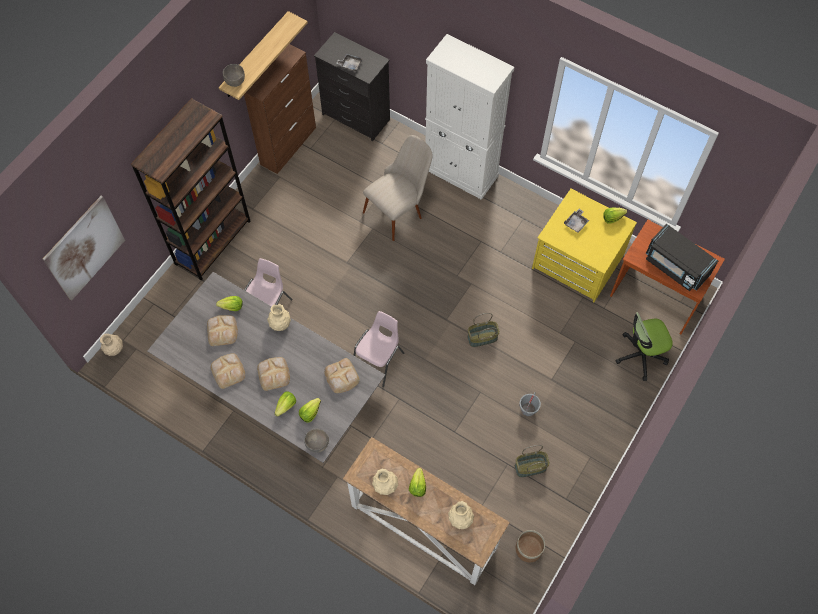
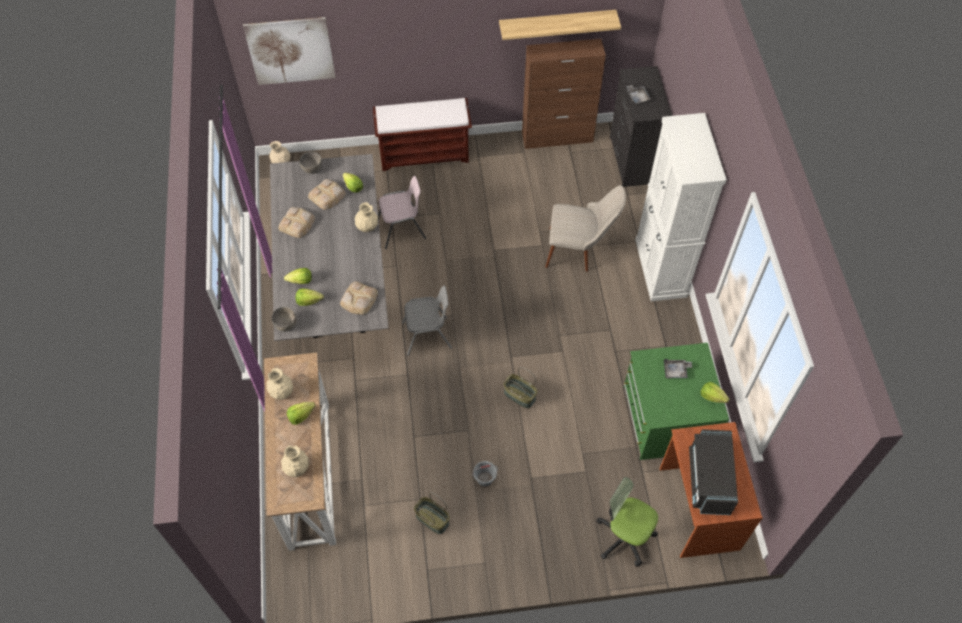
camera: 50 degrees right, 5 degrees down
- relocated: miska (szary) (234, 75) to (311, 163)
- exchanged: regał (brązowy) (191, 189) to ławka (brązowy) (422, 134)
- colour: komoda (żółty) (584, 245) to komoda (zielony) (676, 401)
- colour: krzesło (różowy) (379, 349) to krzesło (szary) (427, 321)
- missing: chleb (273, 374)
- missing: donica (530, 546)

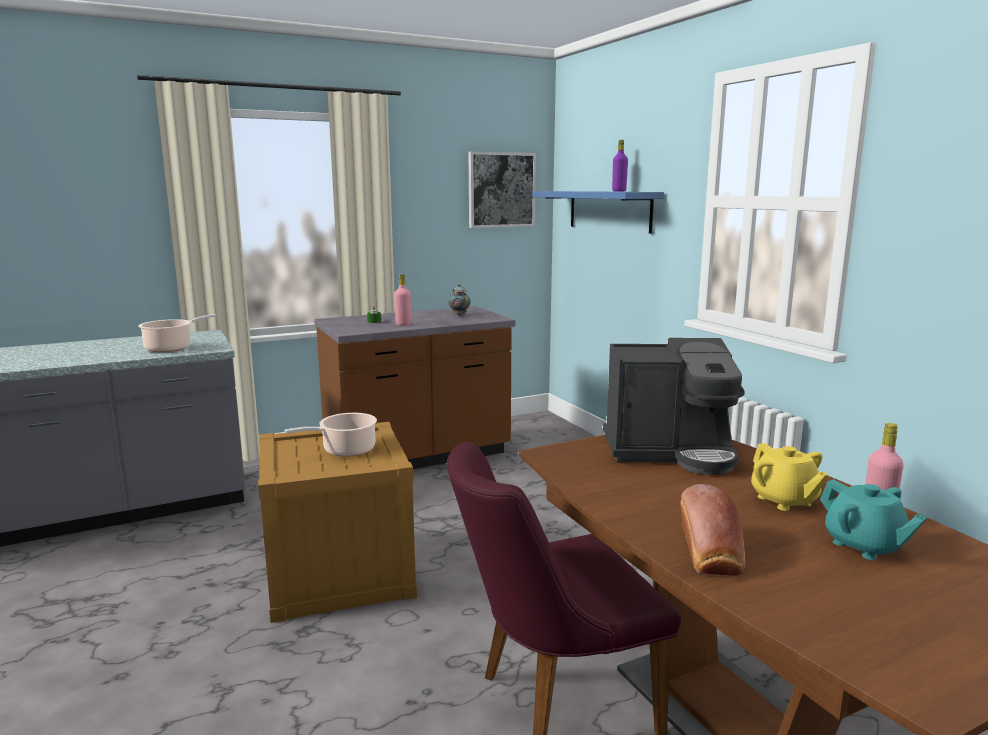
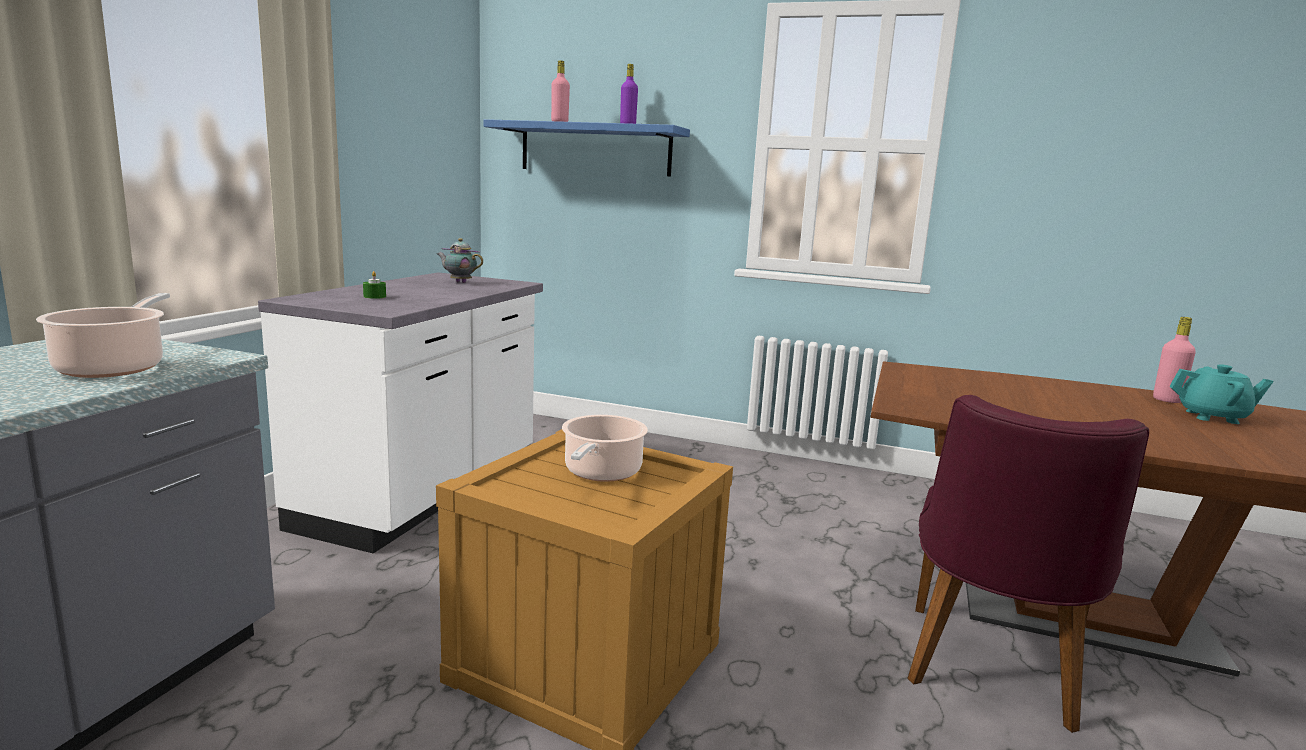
camera: 45 degrees left, 0 degrees up
- missing: obraz (502, 190)
- relocated: butelka (różowy) (402, 300) to (560, 91)
- colour: zabudowa kuchenna (brązowy) (414, 387) to zabudowa kuchenna (biały) (400, 412)
- missing: ekspres do kawy (674, 406)
- missing: imbryk (żółty) (789, 477)
- missing: chleb (712, 530)

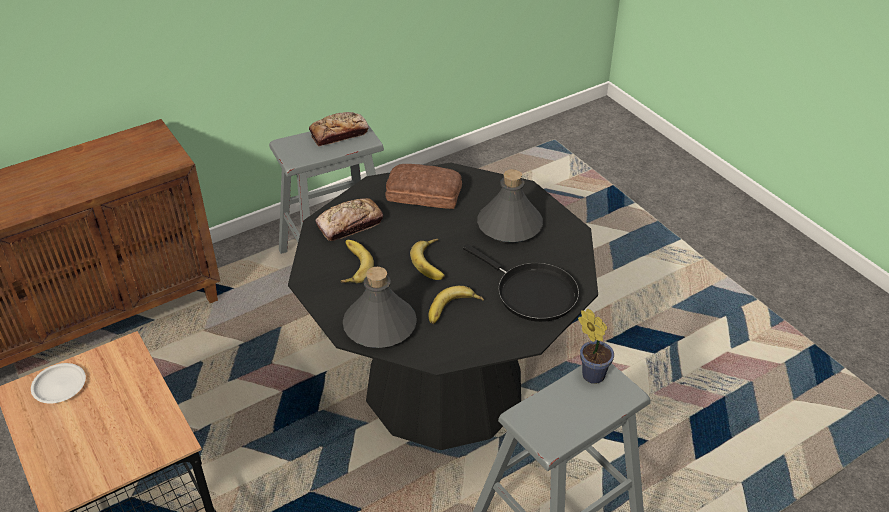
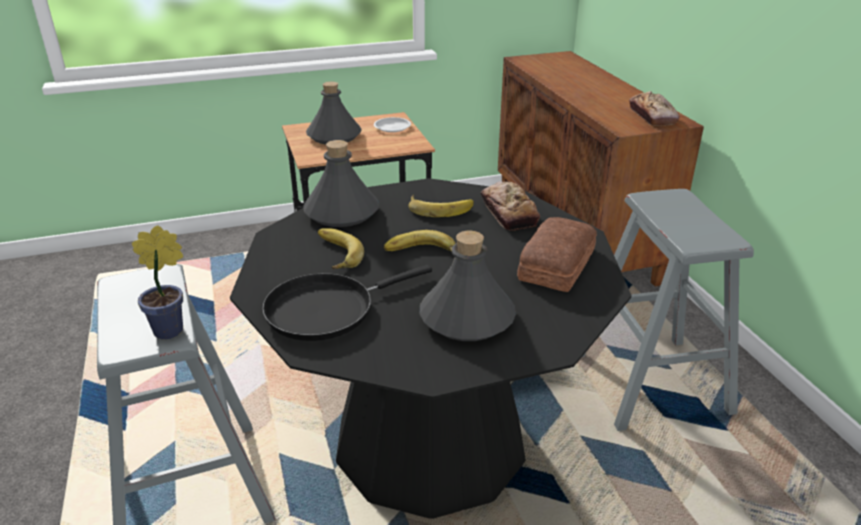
camera: 105 degrees right, 10 degrees down
- relocated: chleb (339, 129) to (654, 108)
- appeared: butelka (szary) (334, 113)

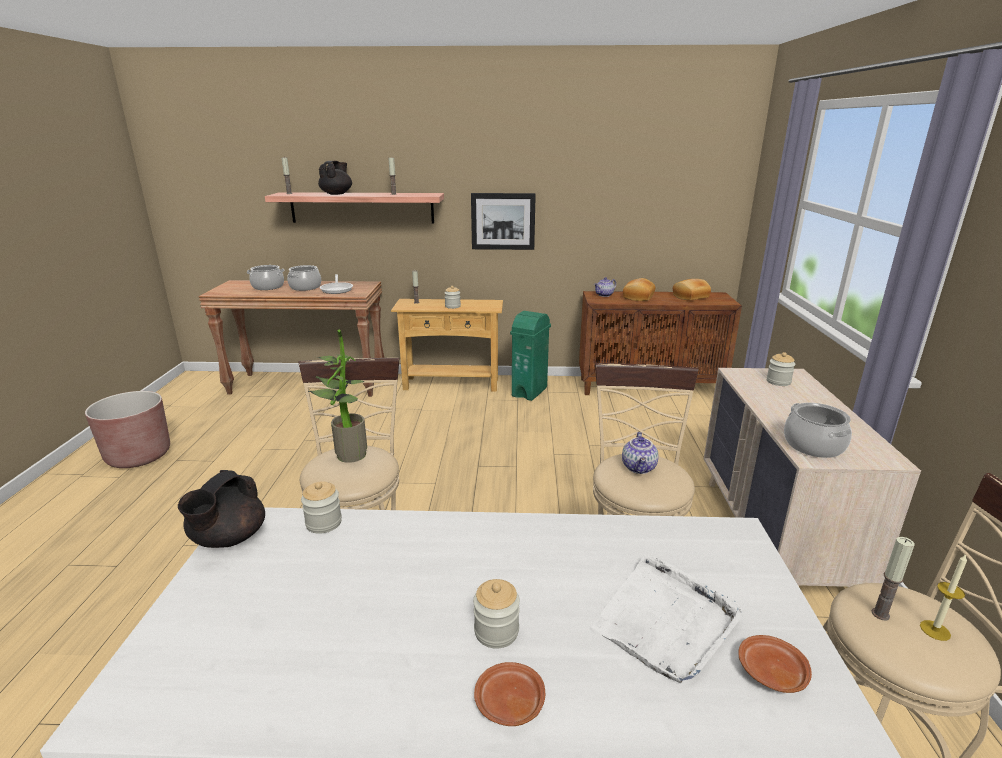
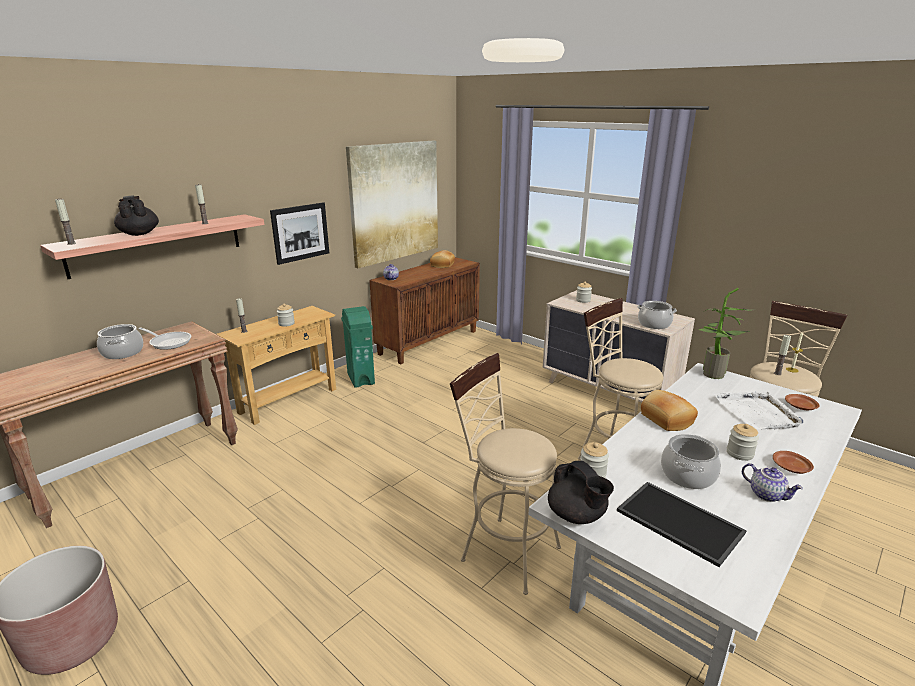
camera: 50 degrees left, 0 degrees up
- relocated: garnek (266, 277) to (691, 461)
- relocated: chleb (639, 289) to (669, 410)
- relocated: roślina doniczkowa (337, 396) to (727, 333)
- relocated: imbryk (640, 453) to (772, 482)
- appeared: obraz (392, 204)
- appeared: taca (682, 524)

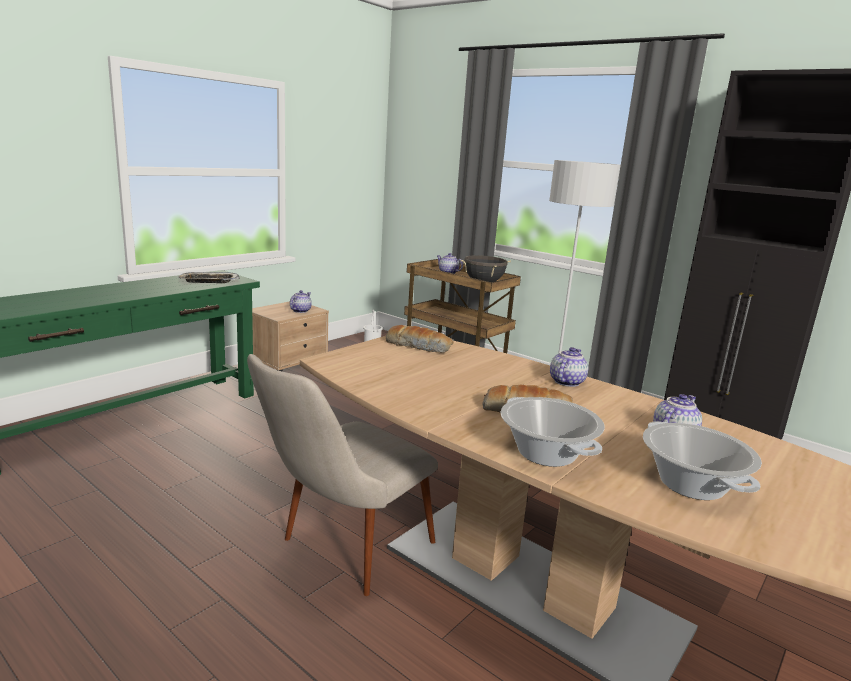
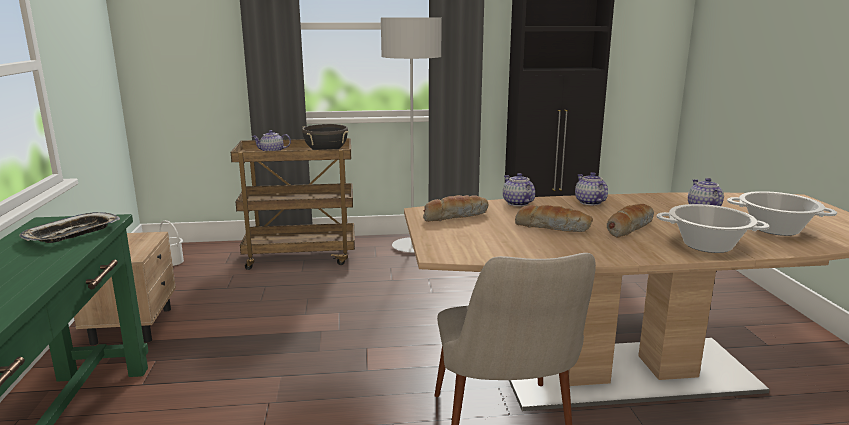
camera: 45 degrees left, 0 degrees up
- relocated: imbryk (301, 301) to (519, 189)
- appeared: chleb (554, 218)

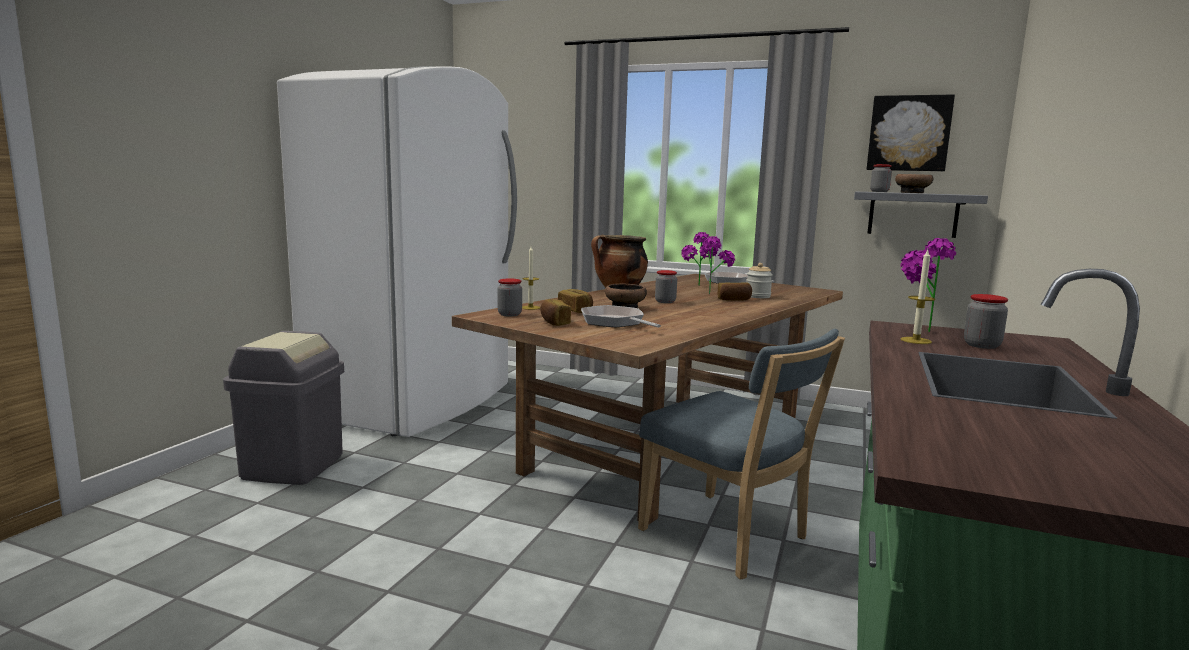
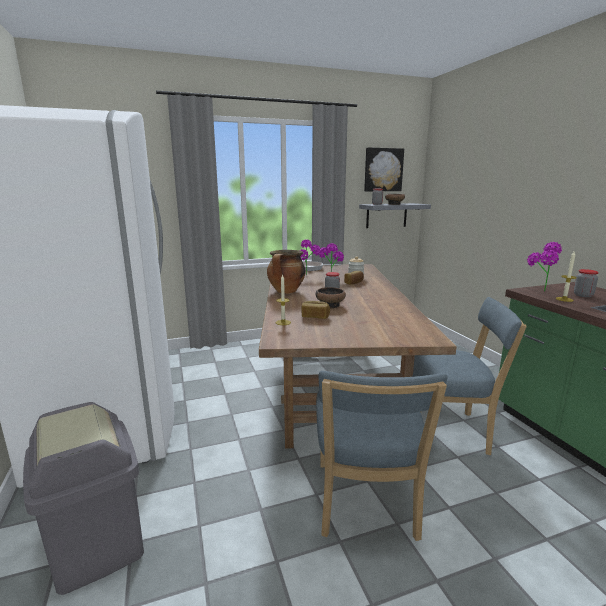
camera: 40 degrees left, 5 degrees up
- missing: słoik (509, 297)
- missing: chleb (555, 312)
- missing: patelnia (621, 316)
- appeared: krzesło (niebieski) (382, 456)

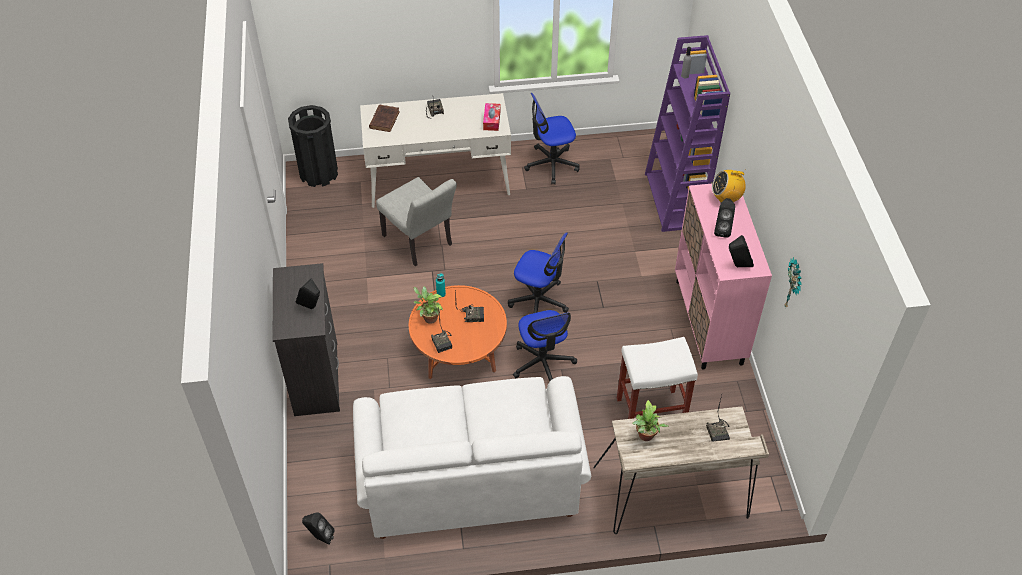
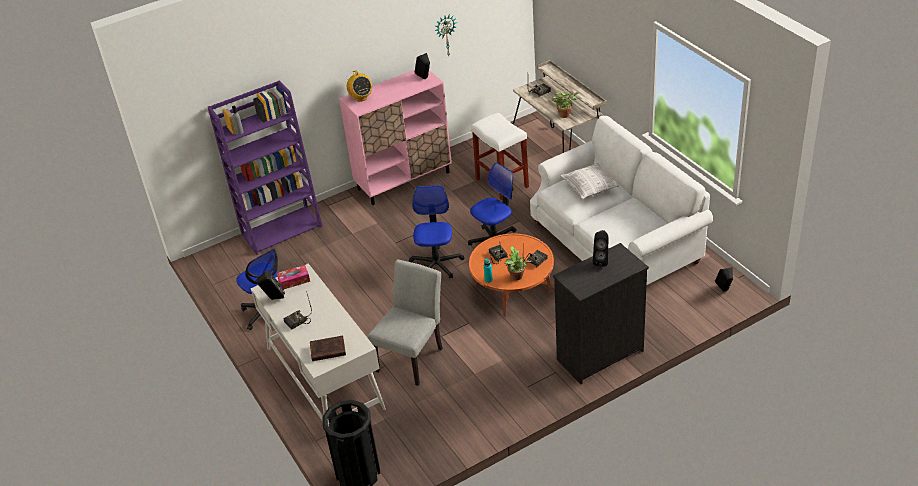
camera: 110 degrees left, 10 degrees down
- relocated: głośnik (czarny) (724, 218) to (271, 285)
- appeared: poduszka (589, 181)

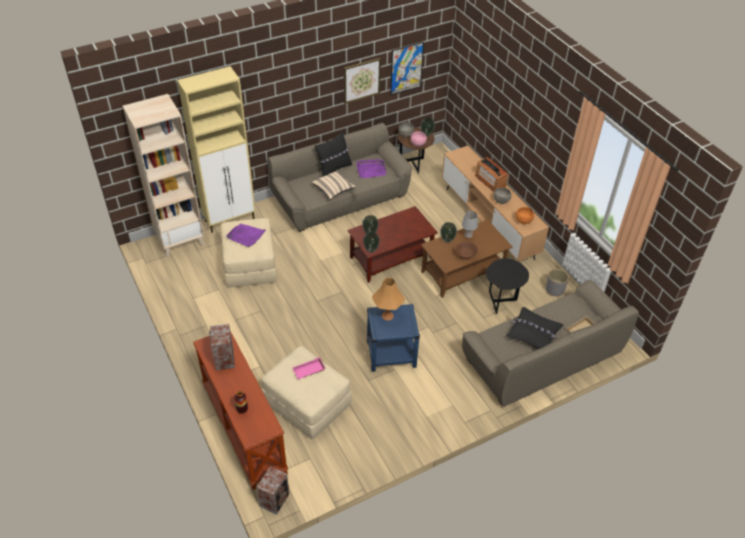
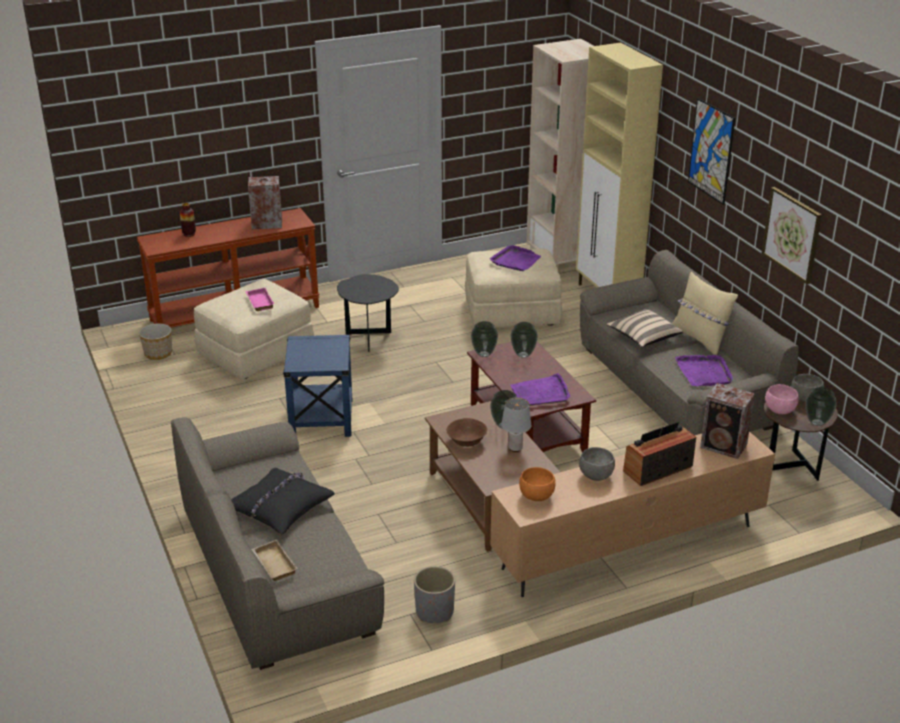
camera: 95 degrees right, 15 degrees down
- relocated: obraz (407, 69) to (711, 151)
- colour: poduszka (czarny) (333, 154) to poduszka (beżowy) (705, 313)
- relocated: stolik (czarny) (507, 286) to (368, 313)
- missing: lampa stołowa (pomarańczowy) (388, 299)
- relocated: głośnik (273, 490) to (727, 421)
- appeared: donica (155, 342)
- appeared: taca (fioletowy) (540, 389)

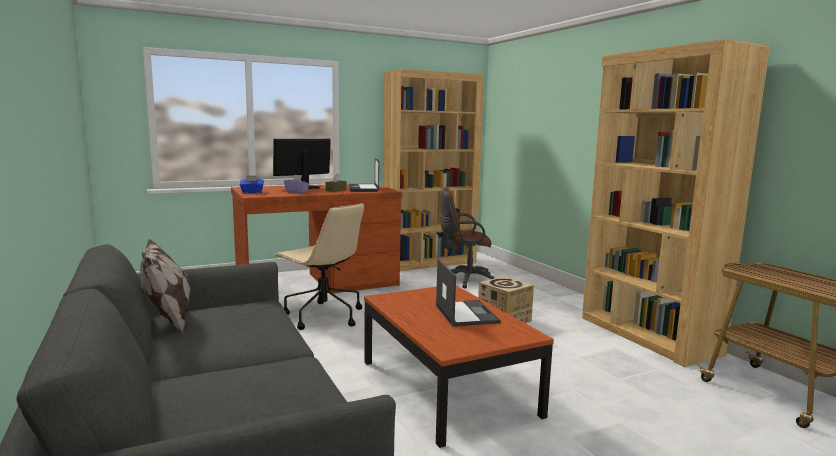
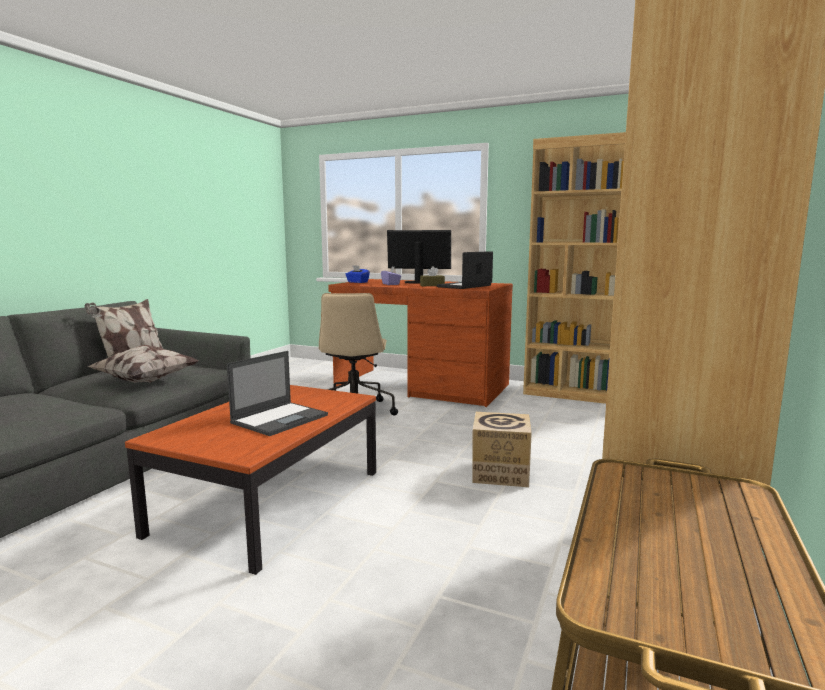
camera: 50 degrees right, 0 degrees up
- missing: krzesło biurowe (brązowy) (468, 238)
- appeared: poduszka (143, 364)

